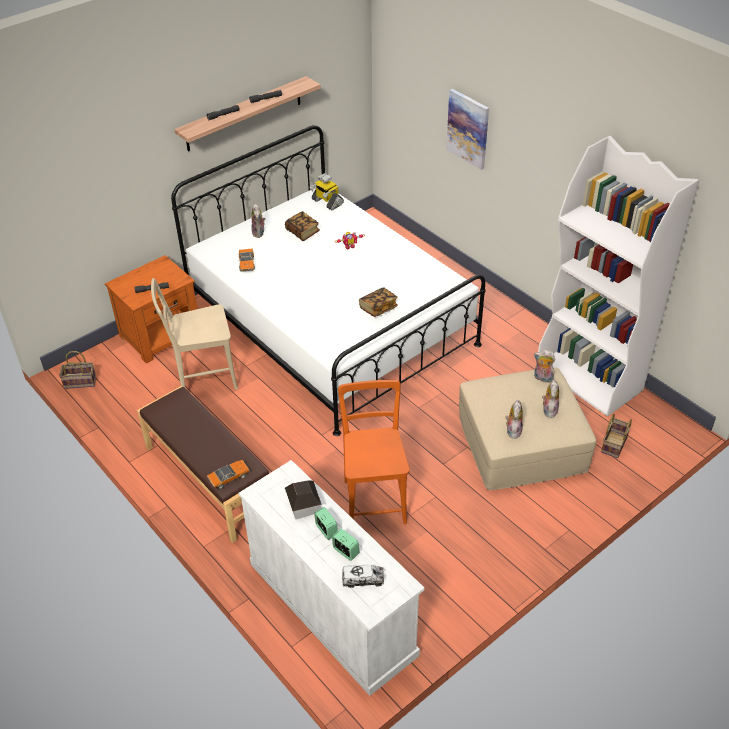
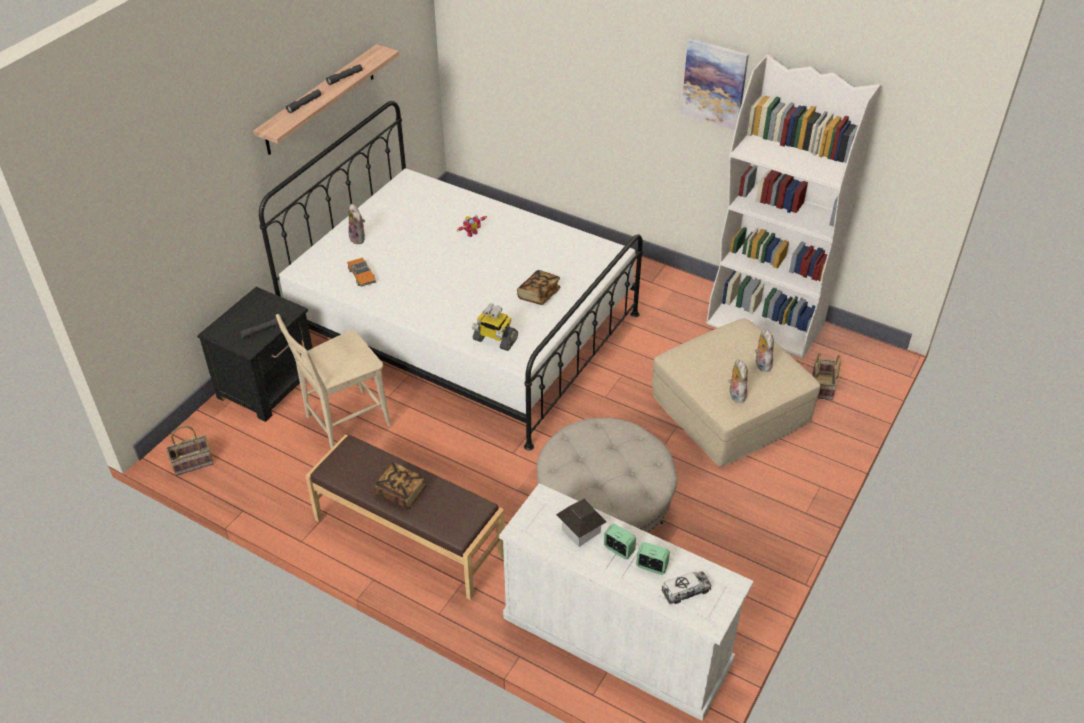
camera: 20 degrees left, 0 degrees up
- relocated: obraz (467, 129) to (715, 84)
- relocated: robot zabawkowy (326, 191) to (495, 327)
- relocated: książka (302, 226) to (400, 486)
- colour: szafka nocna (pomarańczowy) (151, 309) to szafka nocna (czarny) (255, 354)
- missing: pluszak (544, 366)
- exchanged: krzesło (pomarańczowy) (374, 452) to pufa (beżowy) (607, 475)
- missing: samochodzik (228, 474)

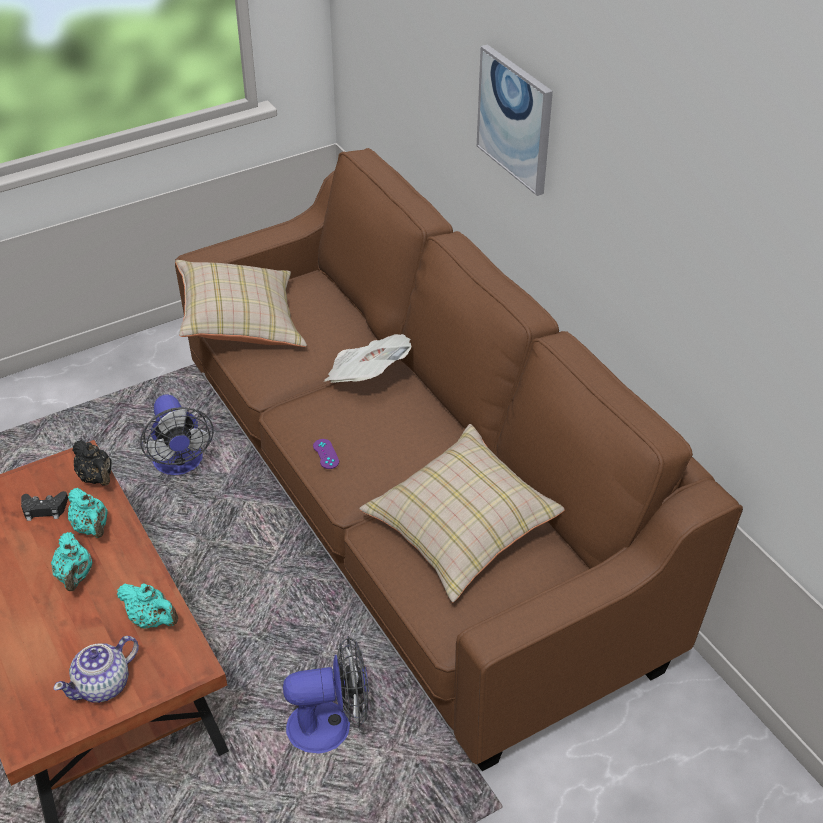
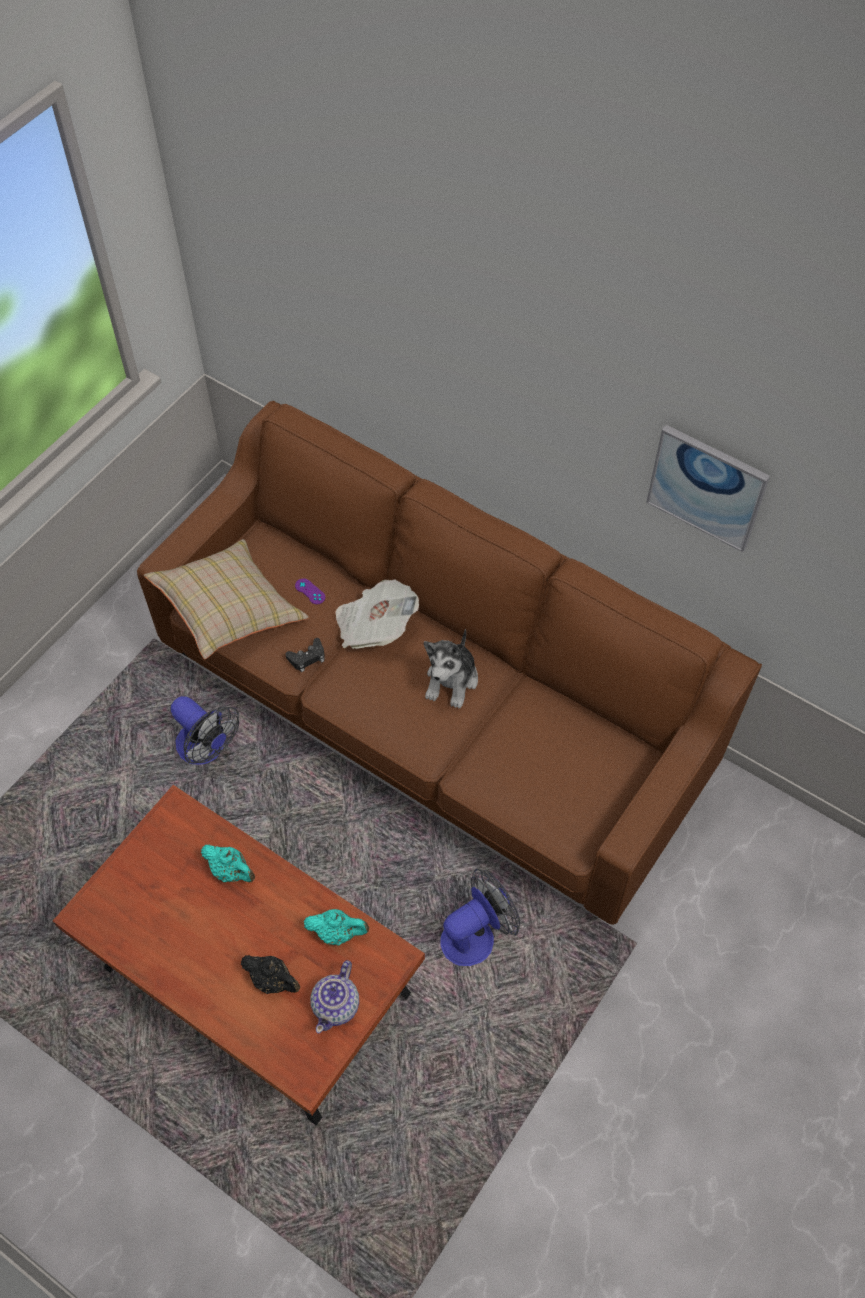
camera: 25 degrees left, 15 degrees up
- relocated: obraz (515, 120) to (708, 488)
- missing: poduszka (beżowy) (462, 513)
- relocated: pad do gier (fioletowy) (326, 454) to (310, 591)
- relocated: imbryk (czarny) (92, 463) to (270, 974)
- relocated: pad do gier (czarny) (44, 506) to (305, 655)
- missing: imbryk (turkusowy) (71, 561)
- appeared: pluszak (451, 669)

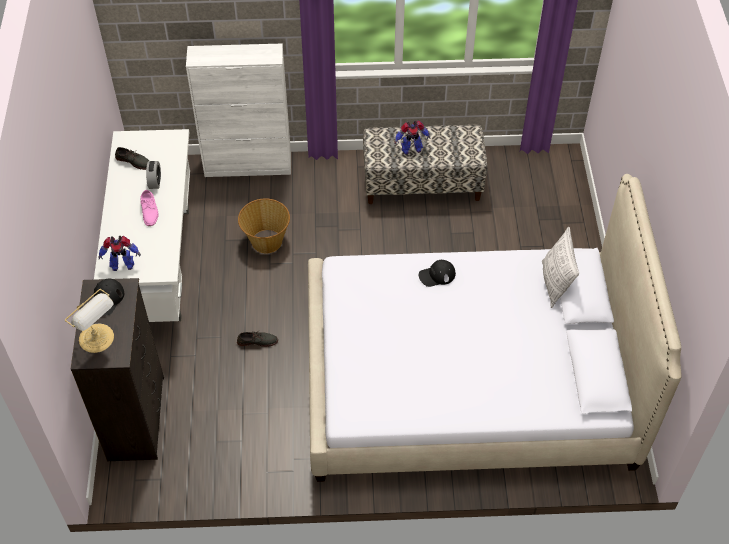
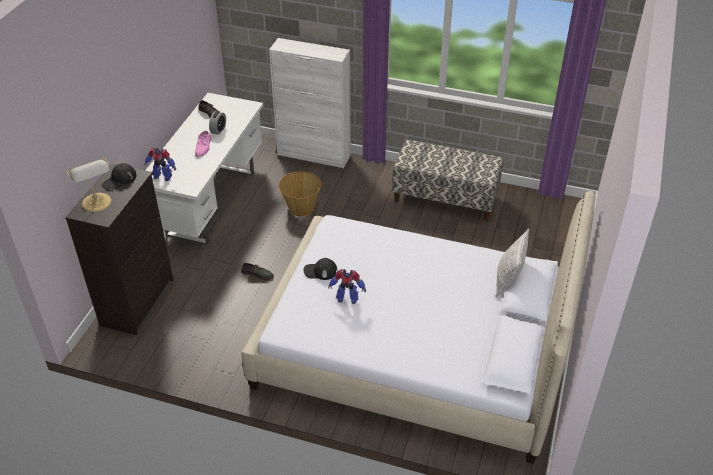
camera: 20 degrees right, 10 degrees down
- relocated: robot zabawkowy (412, 137) to (347, 286)
- relocated: czapka z daszkiem (czarny) (437, 273) to (320, 269)

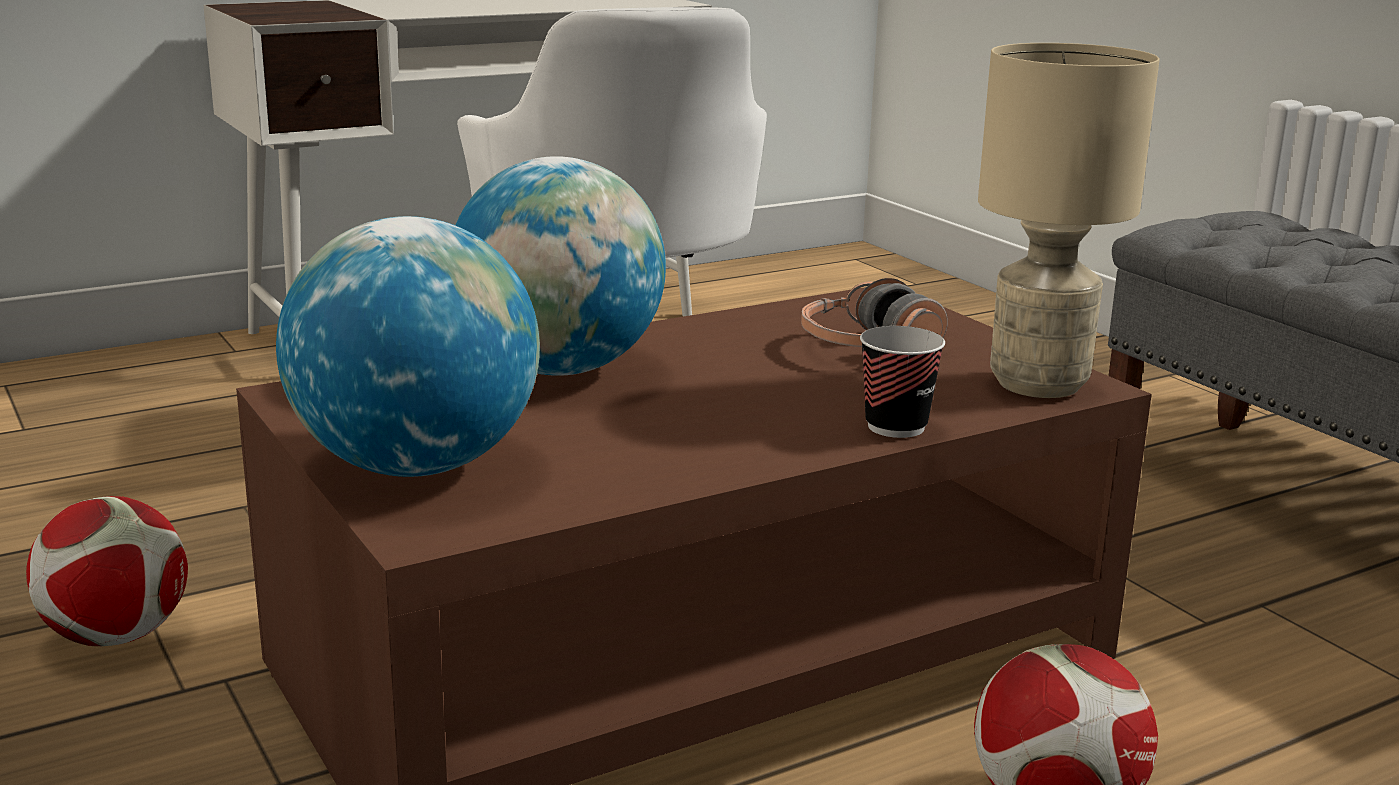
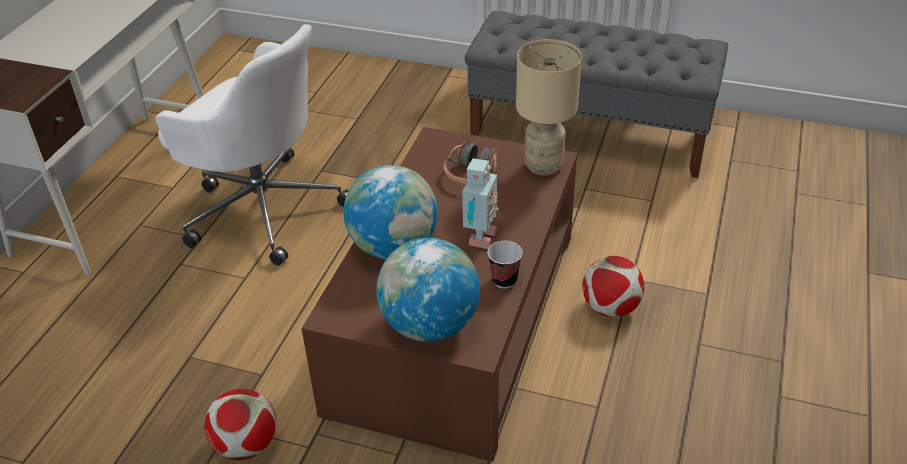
camera: 40 degrees left, 20 degrees up
- relocated: filiżanka (902, 382) to (505, 265)
- appeared: robot zabawkowy (480, 203)

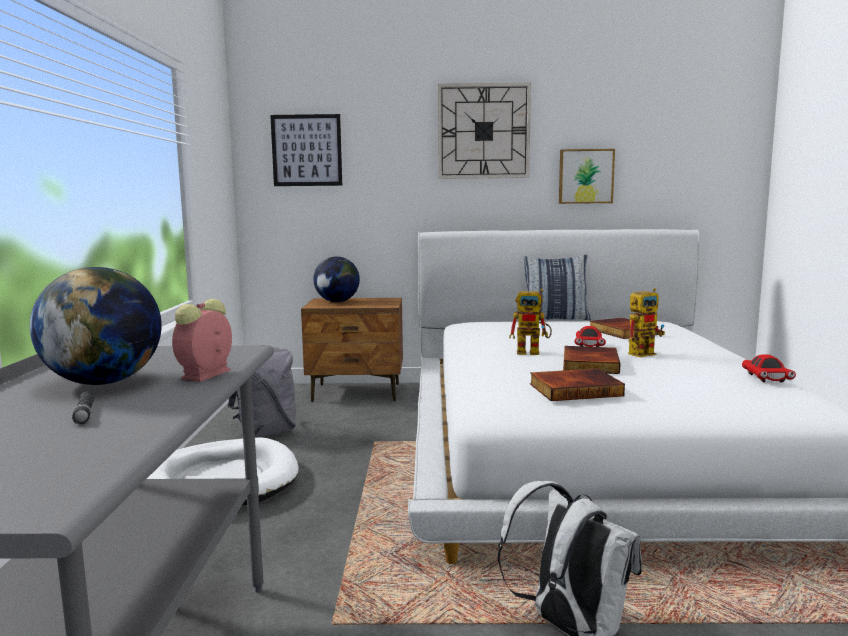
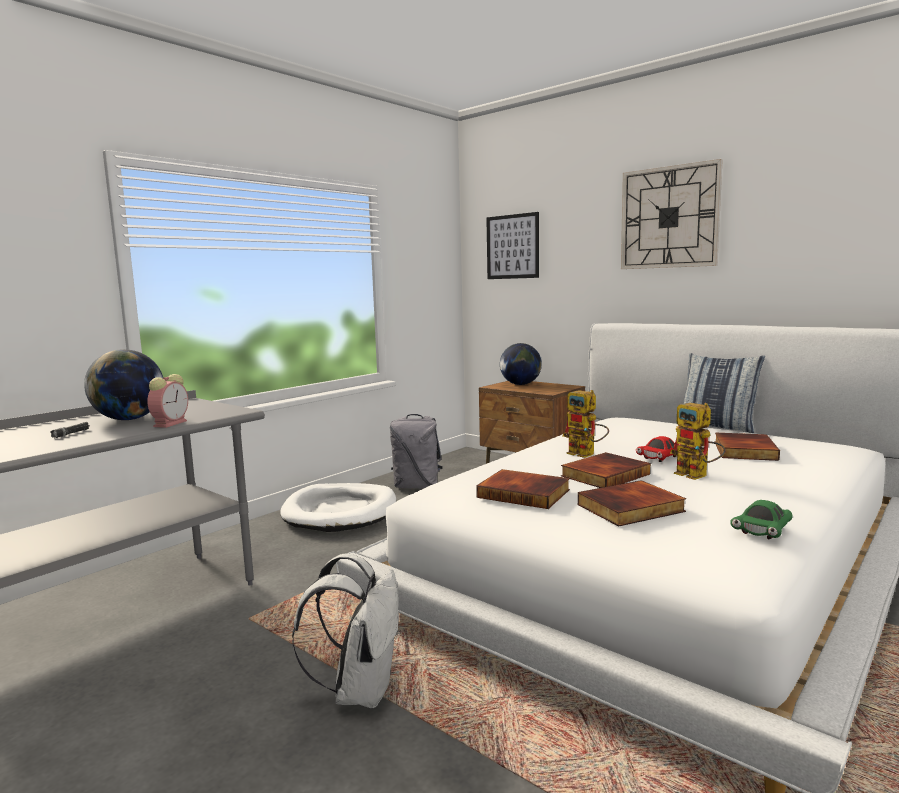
camera: 40 degrees right, 0 degrees up
- missing: obraz (587, 176)
- spun: robot zabawkowy (646, 322) = (698, 441) 45 degrees clockwise
- spun: budzik (202, 340) = (167, 401) 135 degrees clockwise
- colour: samochodzik (czerwony) (769, 368) to samochodzik (zielony) (761, 519)
- appeared: książka (632, 503)

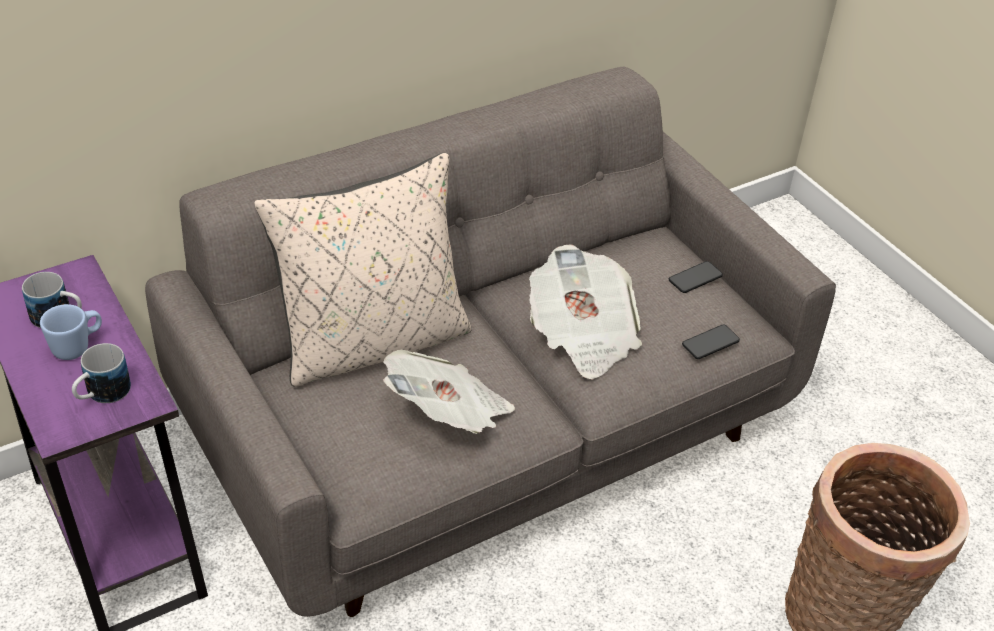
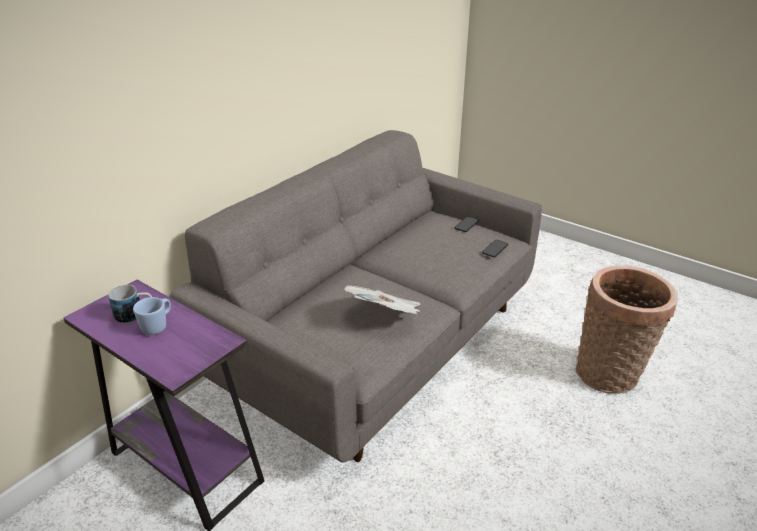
camera: 20 degrees left, 10 degrees down
- missing: poduszka (beżowy) (362, 270)
- missing: gazeta (585, 312)
- missing: kubek (101, 373)

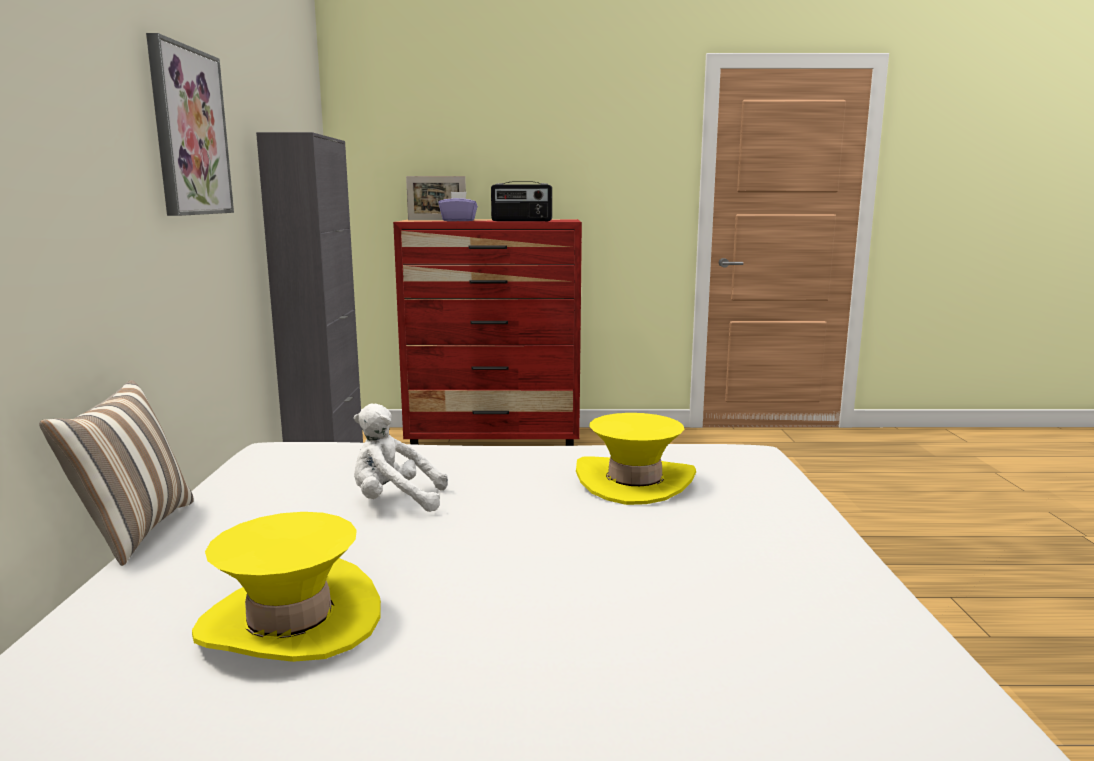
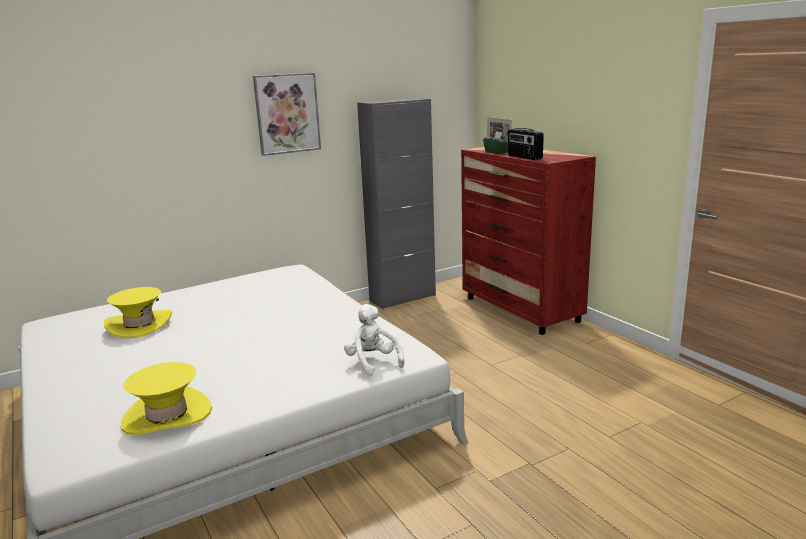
camera: 60 degrees right, 5 degrees up
- colour: pudełko chusteczek (fioletowy) (458, 206) to pudełko chusteczek (zielony) (495, 142)
- missing: poduszka (116, 473)
- relocated: pluszak (biały) (401, 458) to (374, 340)
- relocated: kapelusz (żółty) (636, 459) to (166, 398)

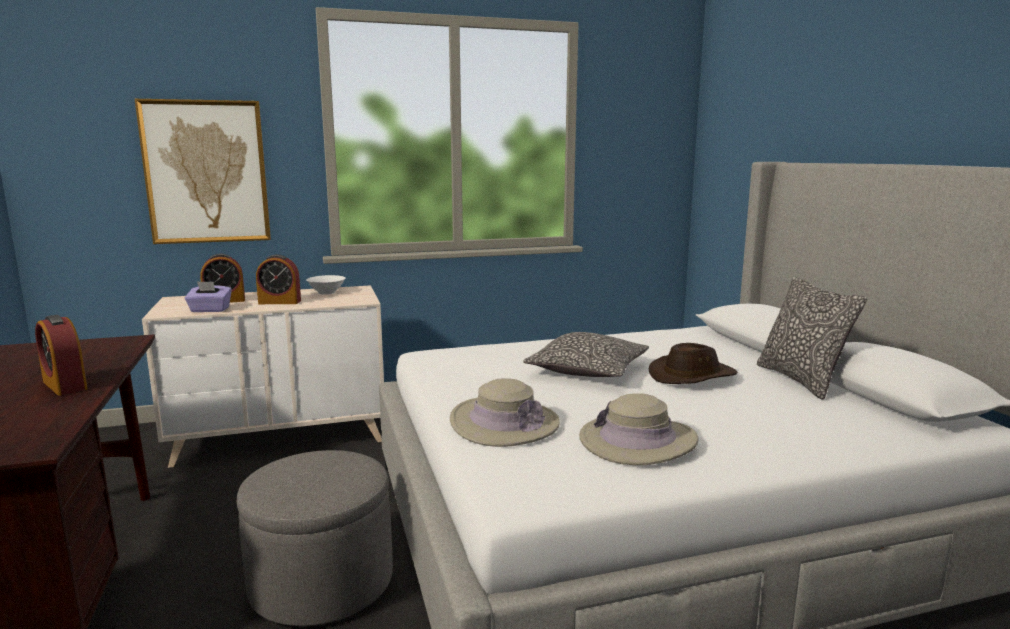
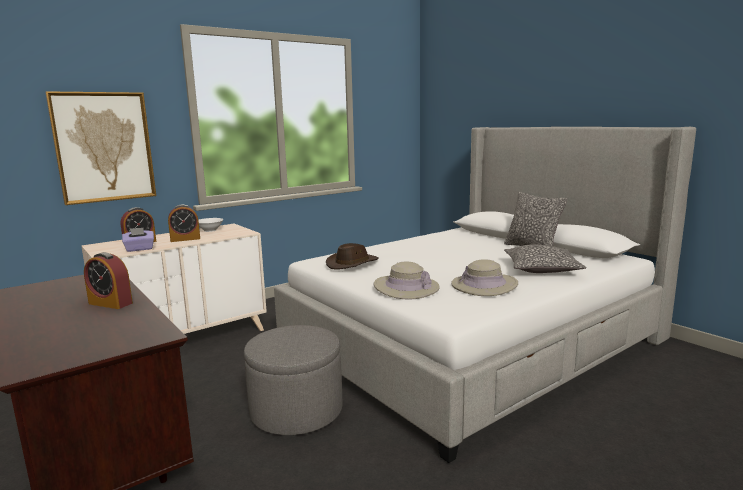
camera: 20 degrees left, 0 degrees up
- relocated: poduszka (586, 354) to (545, 258)
- relocated: kapelusz (brązowy) (693, 363) to (352, 256)

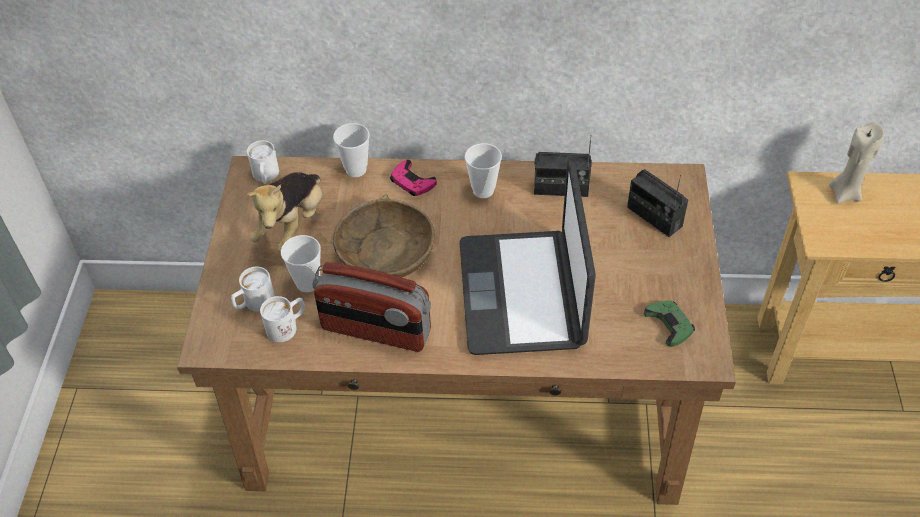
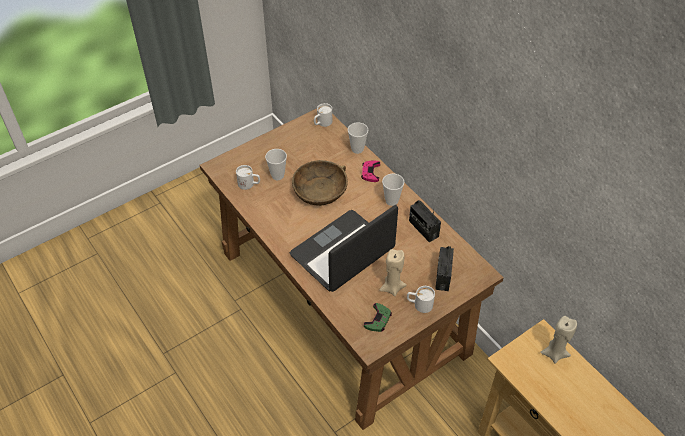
camera: 50 degrees right, 0 degrees up
- missing: pluszak (284, 212)
- missing: radio (371, 307)
- relocated: kubek (biały) (253, 289) to (421, 299)
- appeared: świeca (beżowy) (393, 272)

